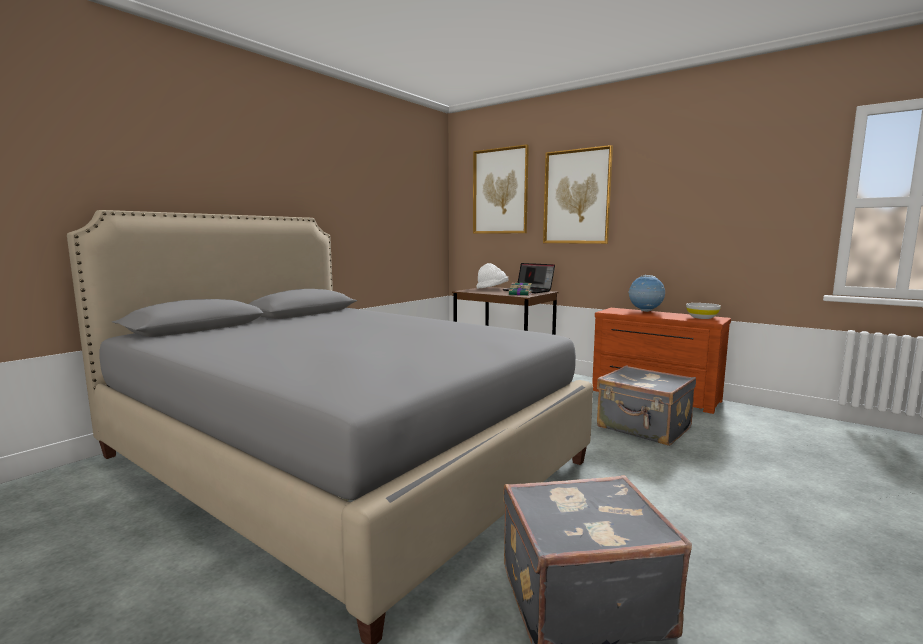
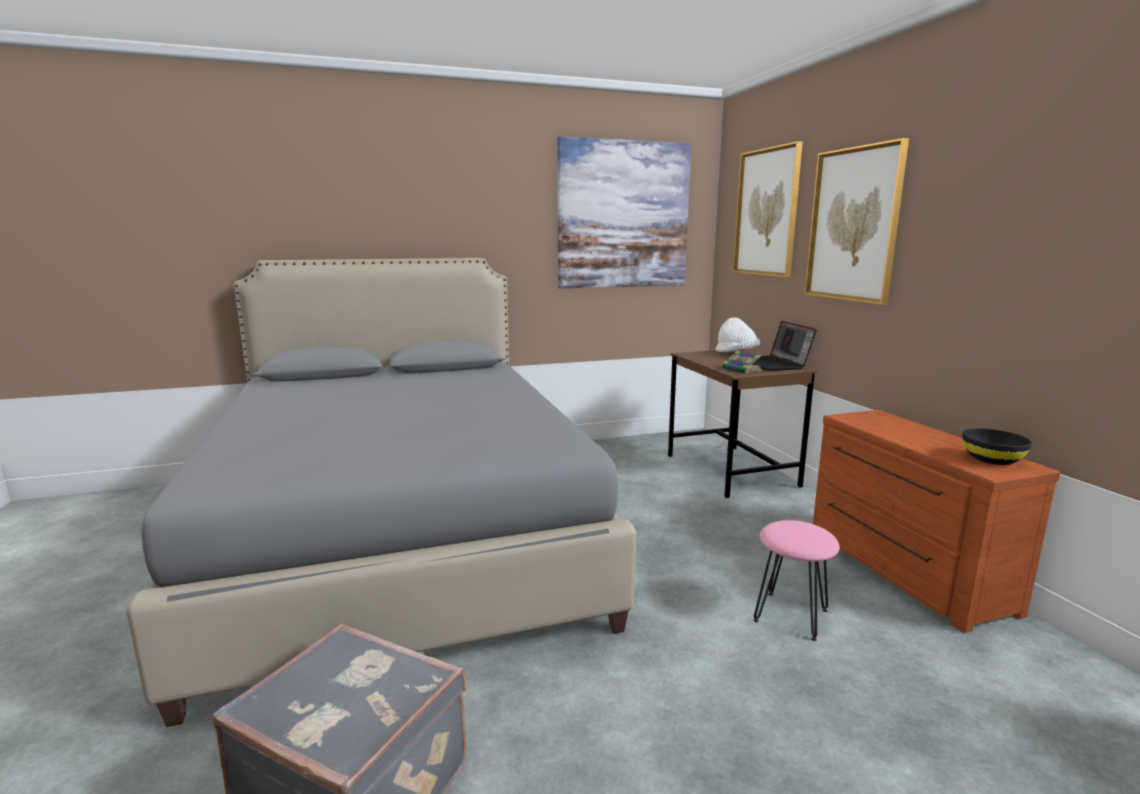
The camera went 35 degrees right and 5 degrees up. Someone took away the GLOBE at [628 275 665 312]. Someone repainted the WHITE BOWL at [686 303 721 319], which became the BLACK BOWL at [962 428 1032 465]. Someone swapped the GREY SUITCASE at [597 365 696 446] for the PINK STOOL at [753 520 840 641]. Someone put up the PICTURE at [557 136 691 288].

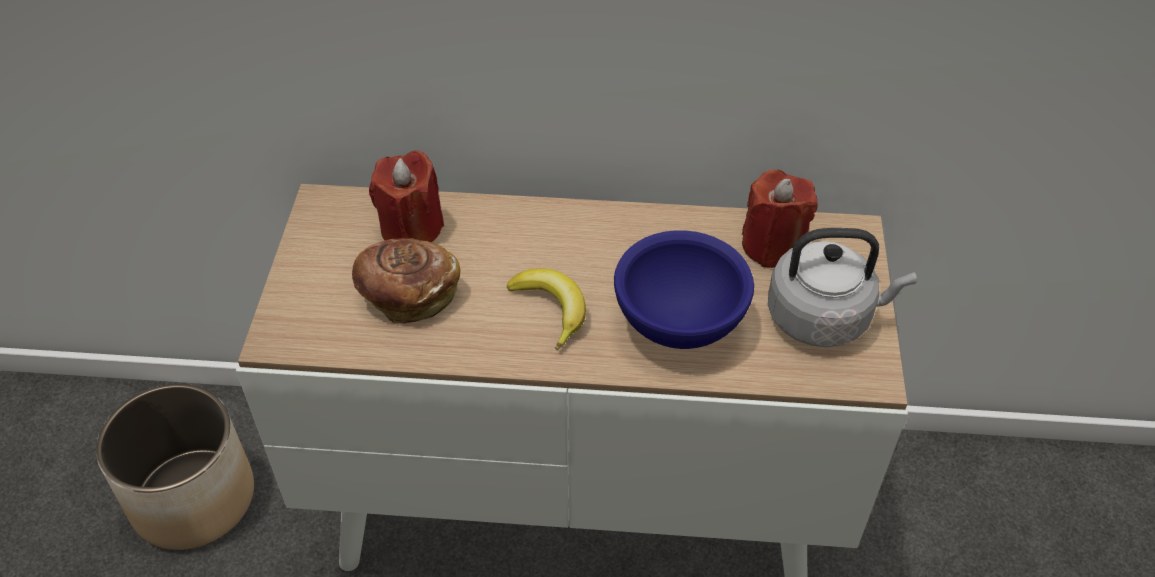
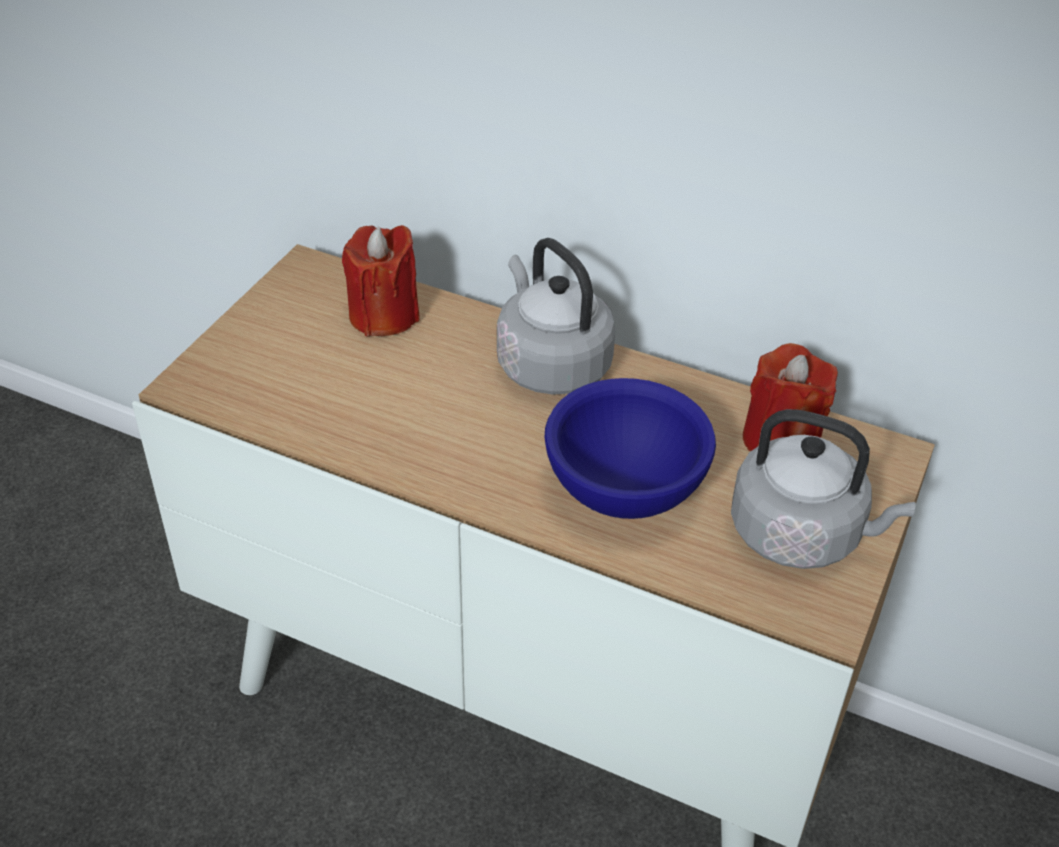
The camera went 20 degrees right and 5 degrees down. Someone took away the BREAD at [352 238 460 324]. Someone took away the BANANA at [507 268 586 350]. Someone took away the PLANTER at [96 384 254 550]. Someone put down the GREY KETTLE at [497 238 616 395].

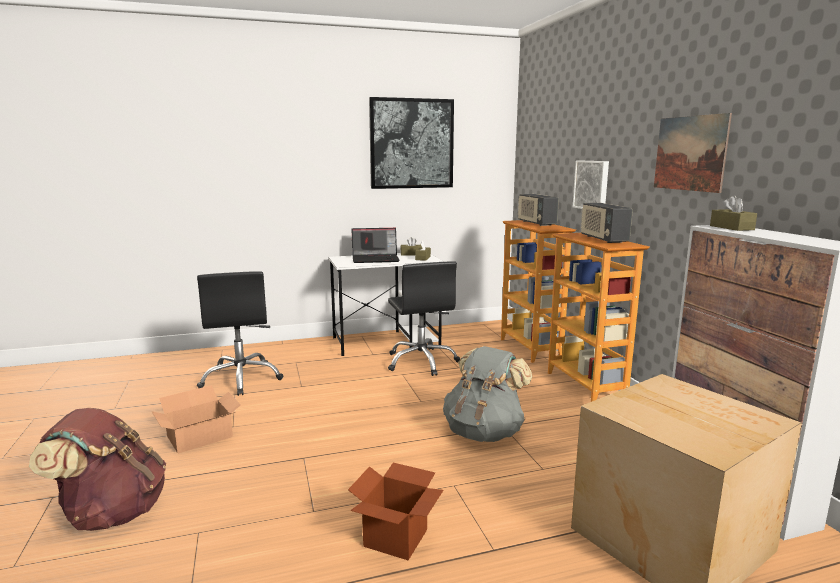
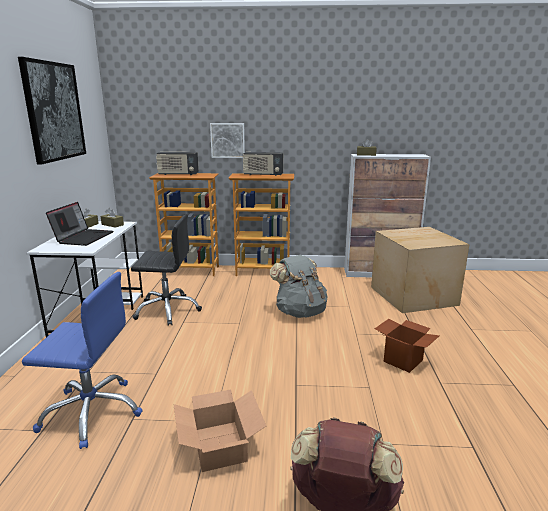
The camera went 70 degrees left and 5 degrees up. Someone took away the PICTURE at [654 113 732 193]. Someone repainted the BLACK OFFICE CHAIR at [197 271 284 396], which became the BLUE OFFICE CHAIR at [22 272 143 449].

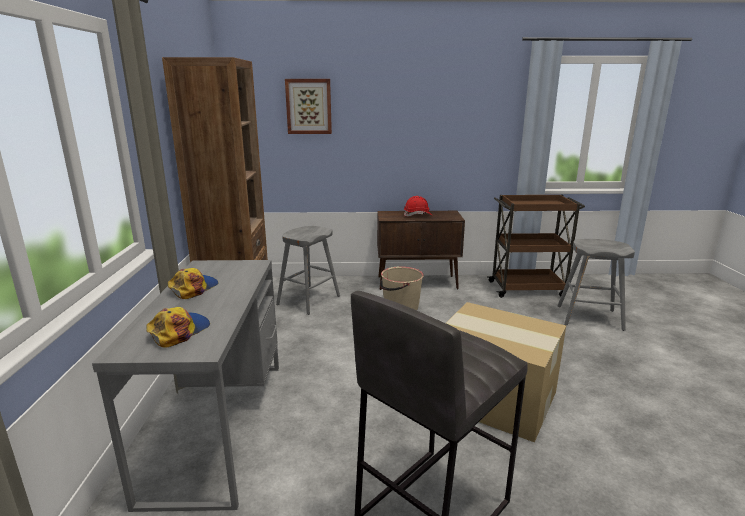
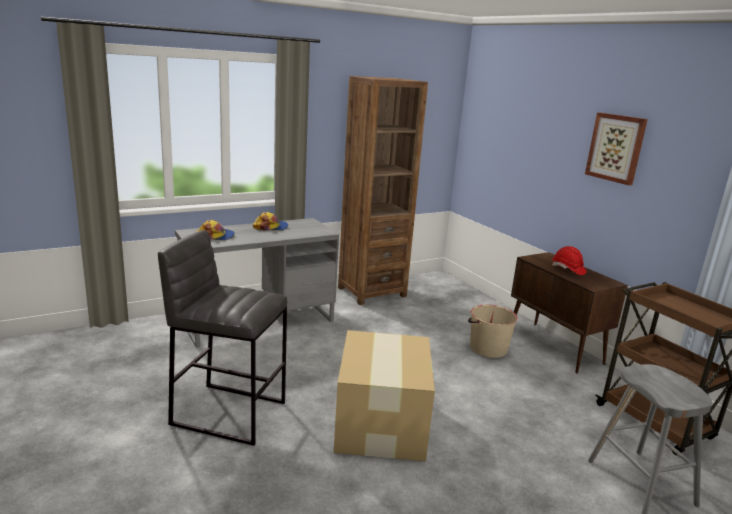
The camera went 60 degrees right and 0 degrees up. Someone carried the PICTURE from [285 79 332 134] to [585 112 648 185]. Someone took away the GREY STOOL at [276 226 340 315].

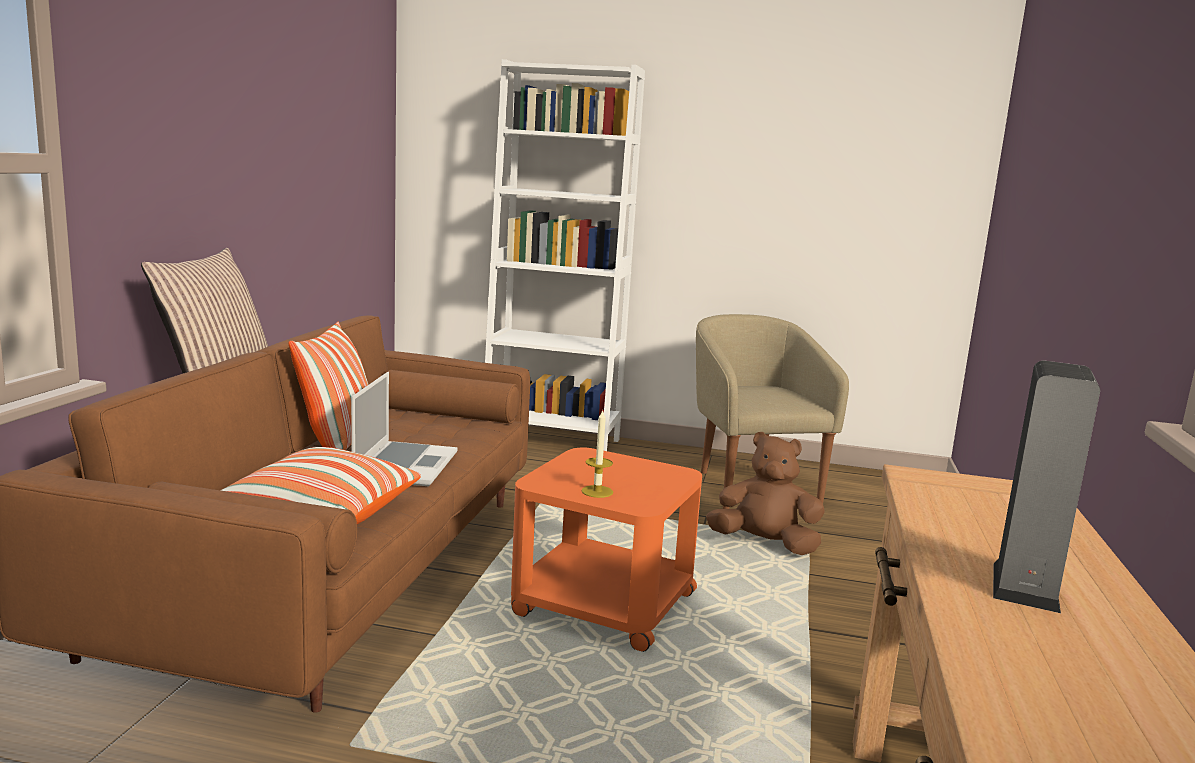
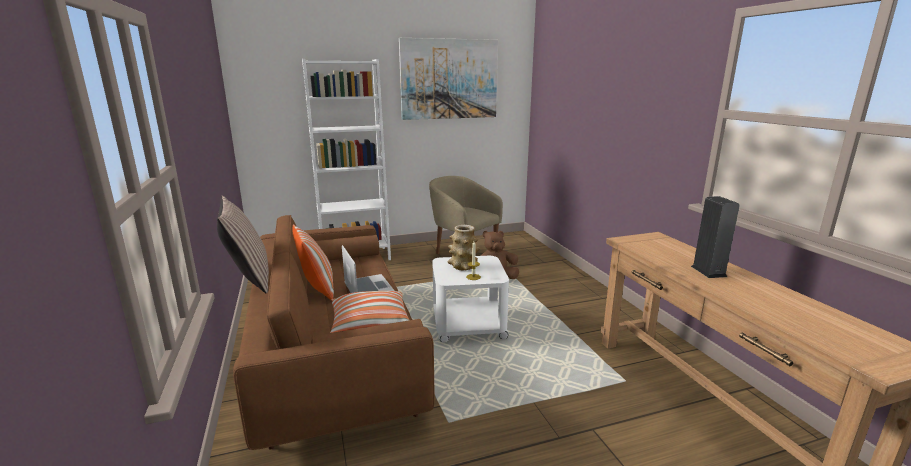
The camera went 30 degrees left and 5 degrees up. Someone repainted the ORANGE SIDE TABLE at [511 447 702 652], which became the WHITE SIDE TABLE at [433 256 509 343]. Someone put up the PICTURE at [399 38 498 120]. Someone put down the VASE at [448 225 480 270].

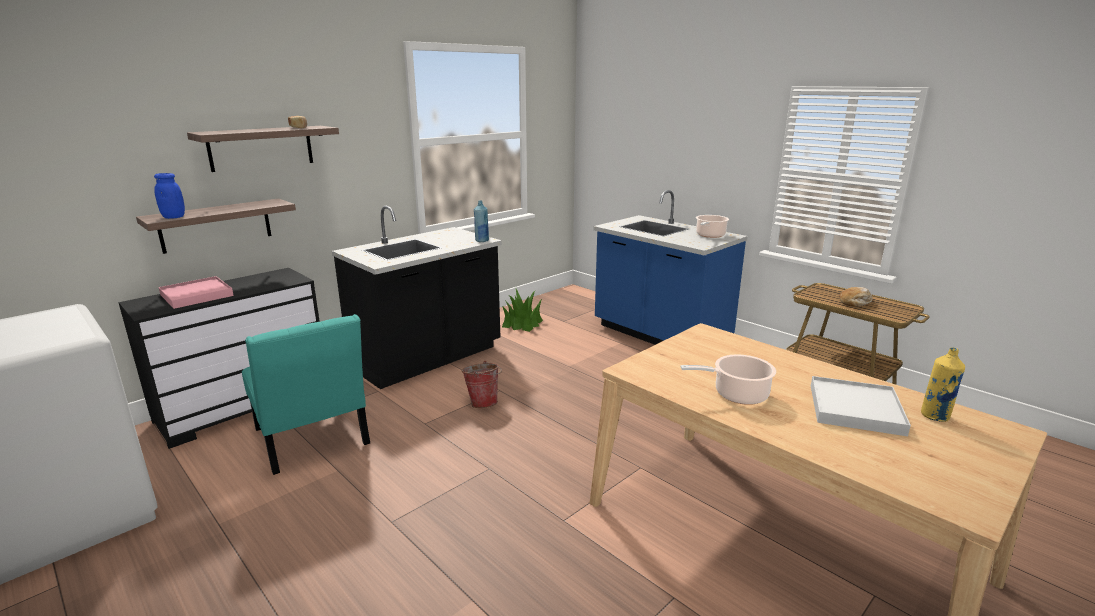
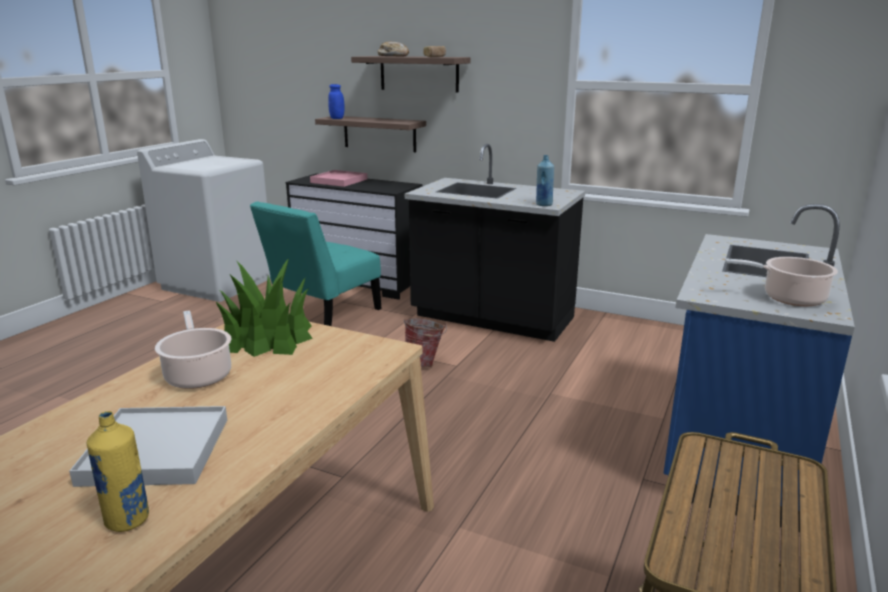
The camera went 70 degrees right and 0 degrees up. Someone carried the BREAD from [839 287 873 307] to [378 42 409 56]. Someone carried the POTTED PLANT from [502 289 543 332] to [215 258 313 357].

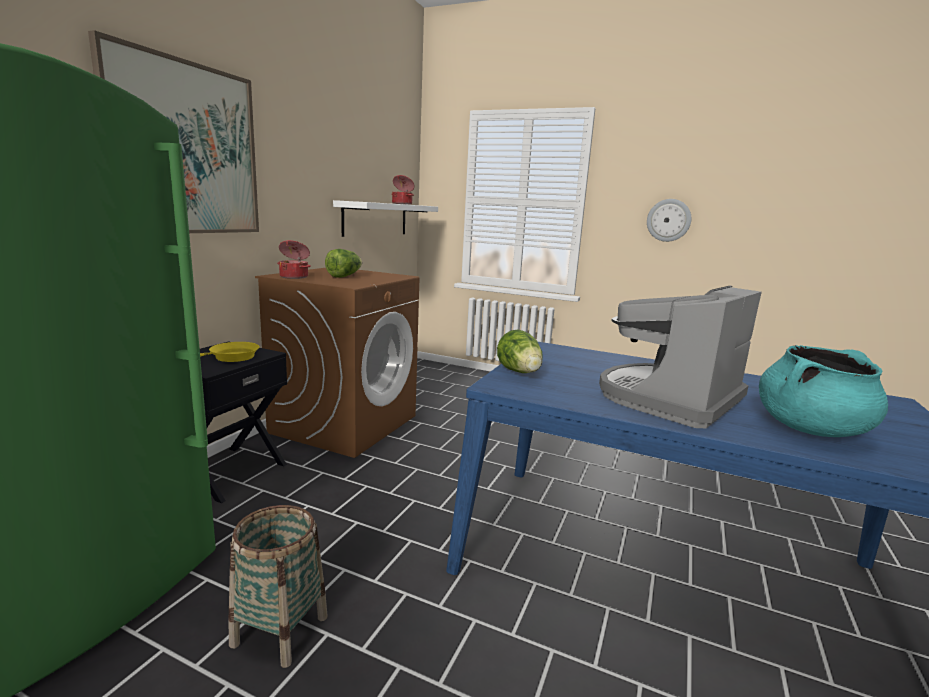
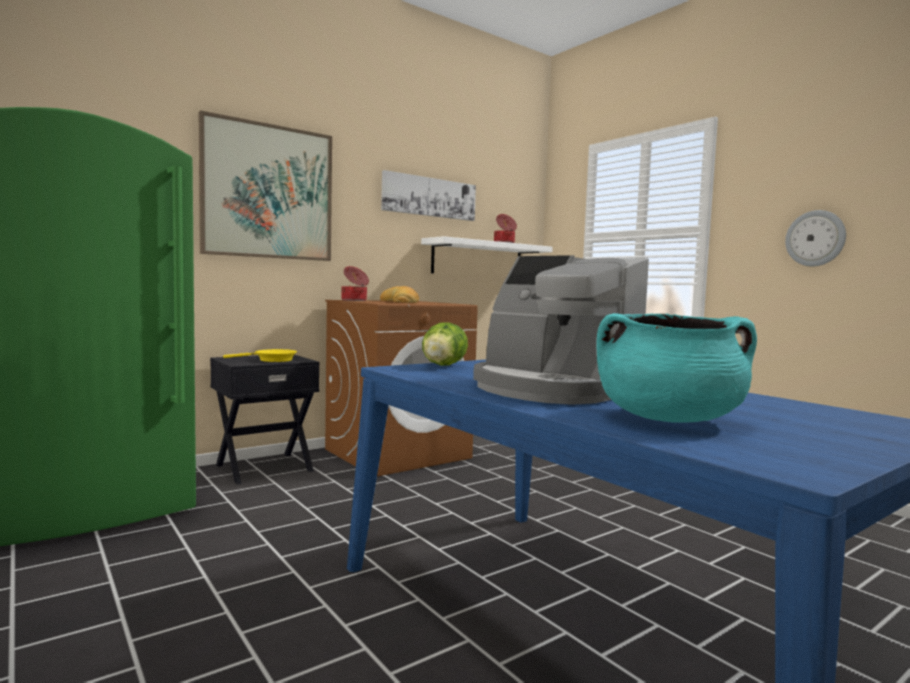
The camera went 30 degrees right and 10 degrees down. Someone swapped the LETTUCE at [325 249 362 278] for the BREAD at [380 286 419 303]. Someone rotated the COFFEE MACHINE at [599 286 762 428] by 120 degrees counterclockwise. Someone took away the BASKET at [229 505 328 668]. Someone put up the PICTURE at [381 170 476 221].

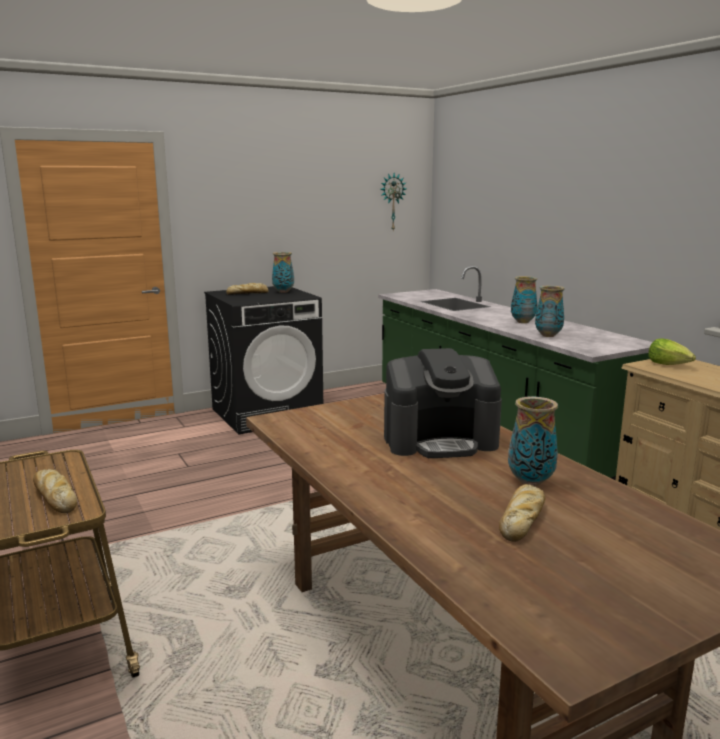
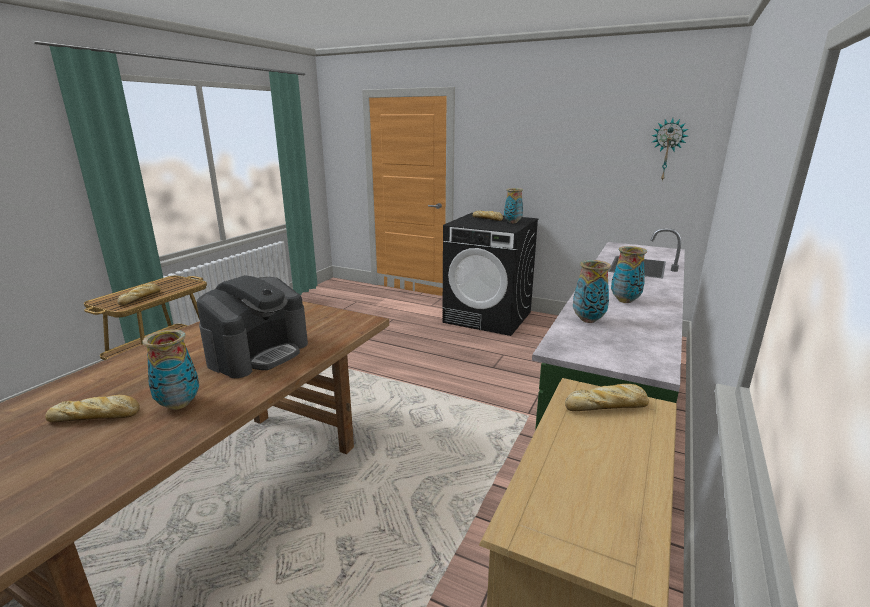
The camera went 55 degrees right and 5 degrees up. Someone swapped the LETTUCE at [648 338 696 365] for the BREAD at [565 384 649 411]. Someone rotated the COFFEE MACHINE at [384 348 502 458] by 105 degrees counterclockwise.

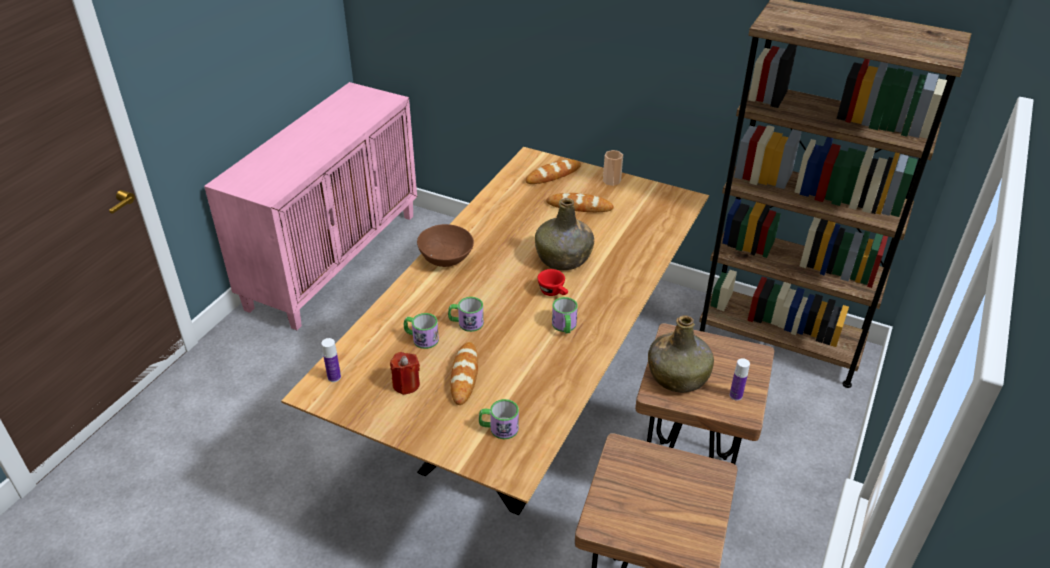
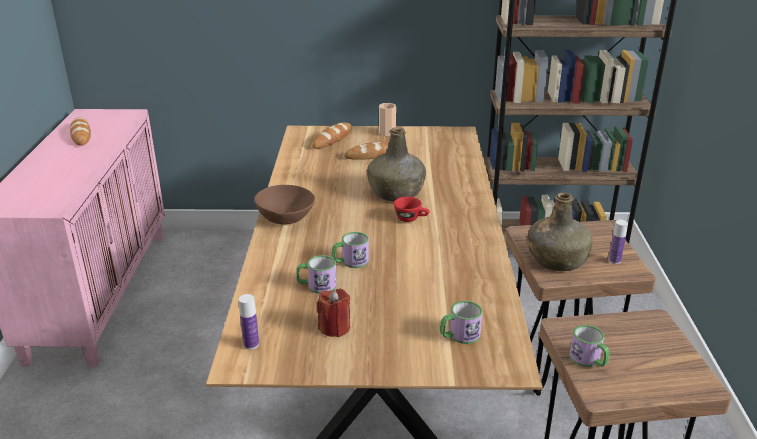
The camera went 25 degrees left and 10 degrees down. Someone carried the MUG from [552 297 578 334] to [570 325 610 367]. Someone carried the BREAD from [451 342 478 405] to [70 117 91 146].

